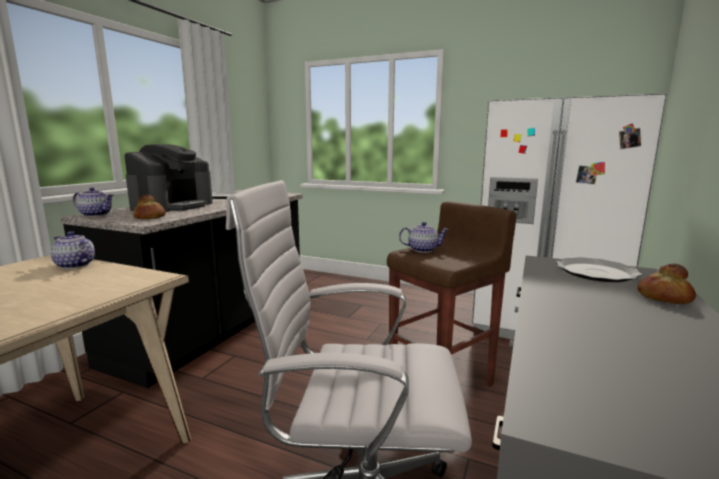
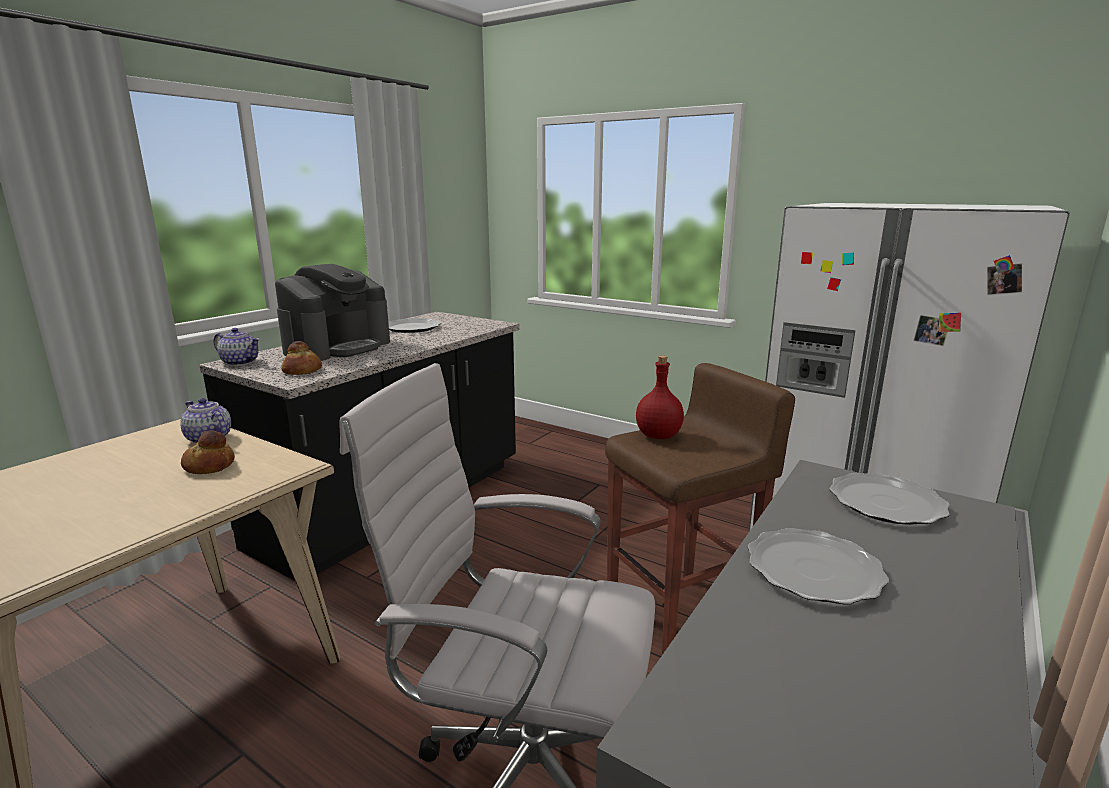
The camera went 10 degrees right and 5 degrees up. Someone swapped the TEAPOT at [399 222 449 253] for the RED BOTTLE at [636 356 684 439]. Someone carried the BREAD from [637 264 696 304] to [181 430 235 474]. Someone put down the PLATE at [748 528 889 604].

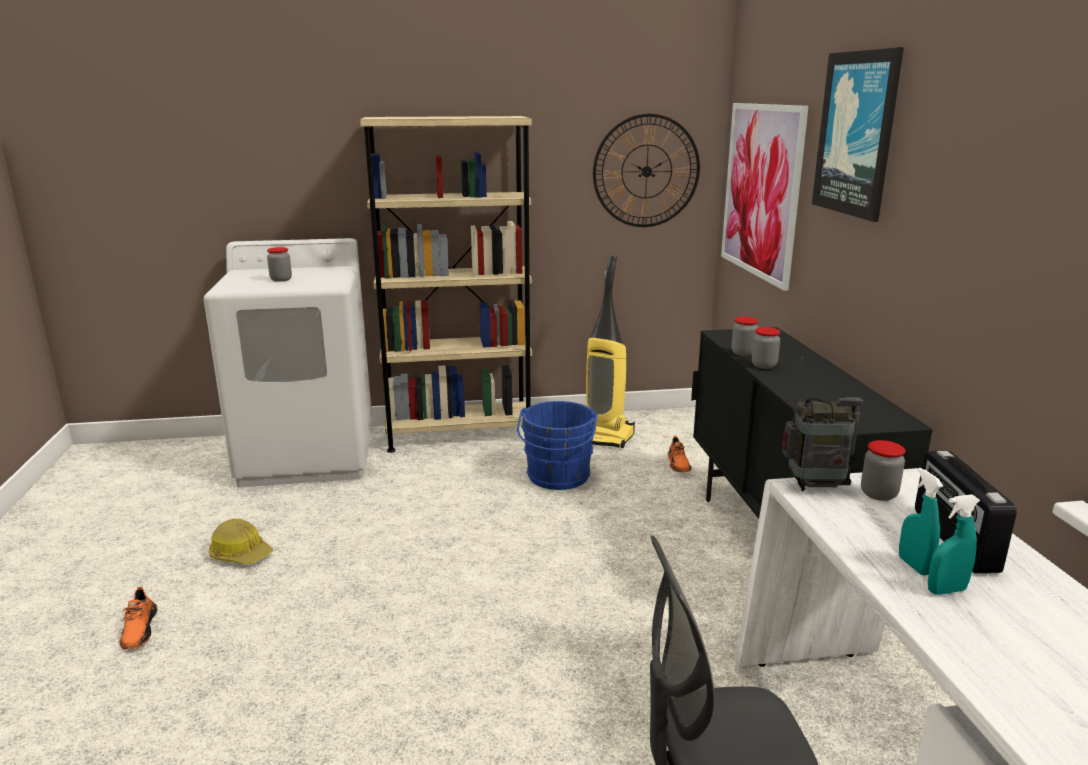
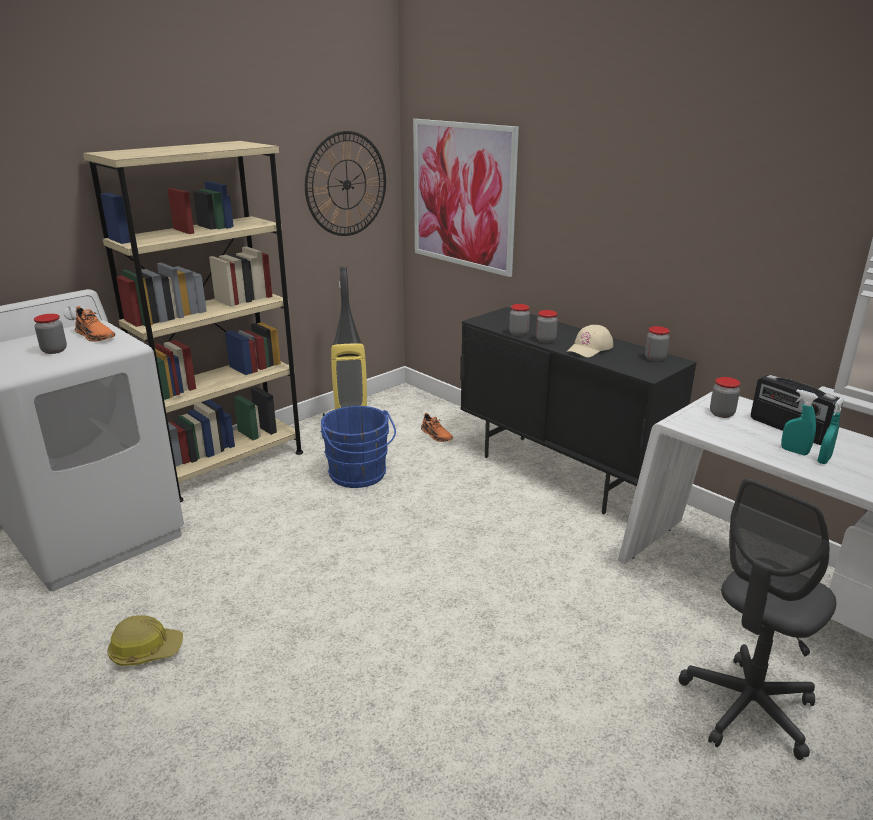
The camera went 35 degrees left and 5 degrees up. Someone took away the PICTURE at [812 47 904 222]. Someone took away the RADIO at [782 356 863 491]. Someone carried the ORANGE SHOE from [119 586 158 650] to [75 306 115 342]. Someone put down the BEIGE CAP at [567 325 613 357]. Someone put down the JAR at [645 326 670 362].

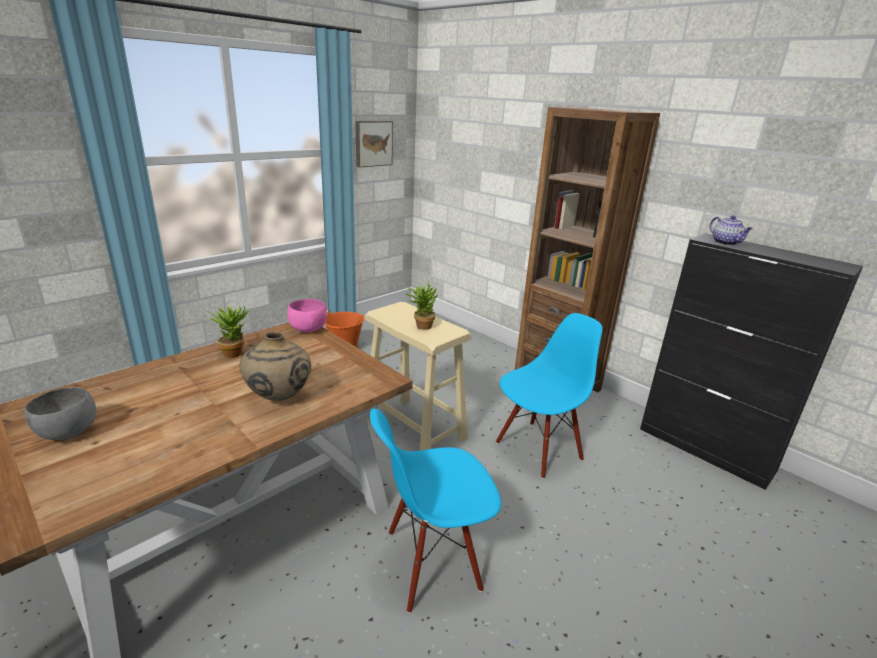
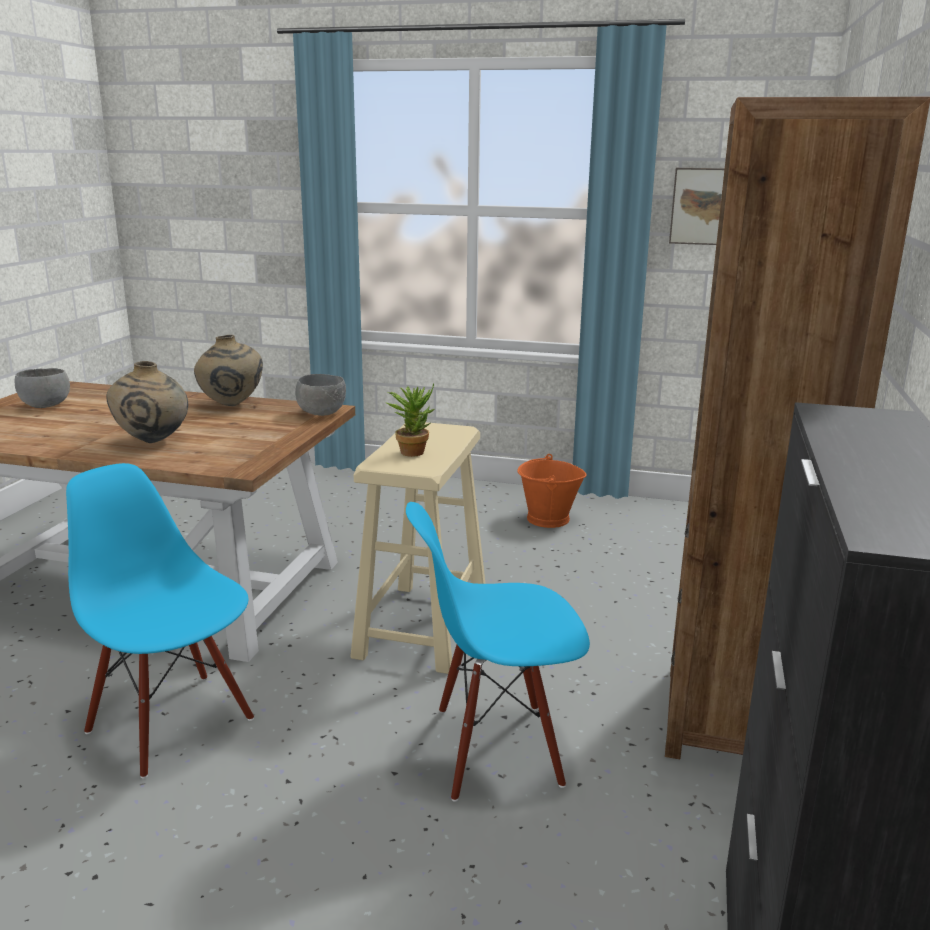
The camera went 60 degrees right and 5 degrees down. Someone took away the TEAPOT at [709 215 753 245]. Someone repainted the PINK BOWL at [287 299 327 332], which became the GREY BOWL at [295 374 346 416]. Someone swapped the POTTED PLANT at [206 305 249 358] for the BEIGE VASE at [194 335 263 406]. Someone rotated the BLUE CHAIR at [496 313 603 479] by 150 degrees clockwise.

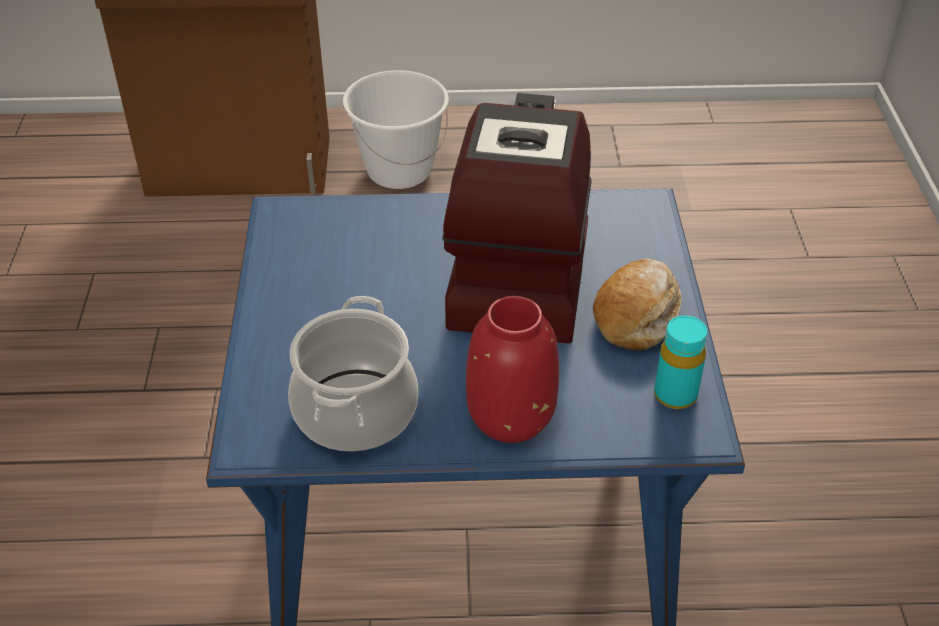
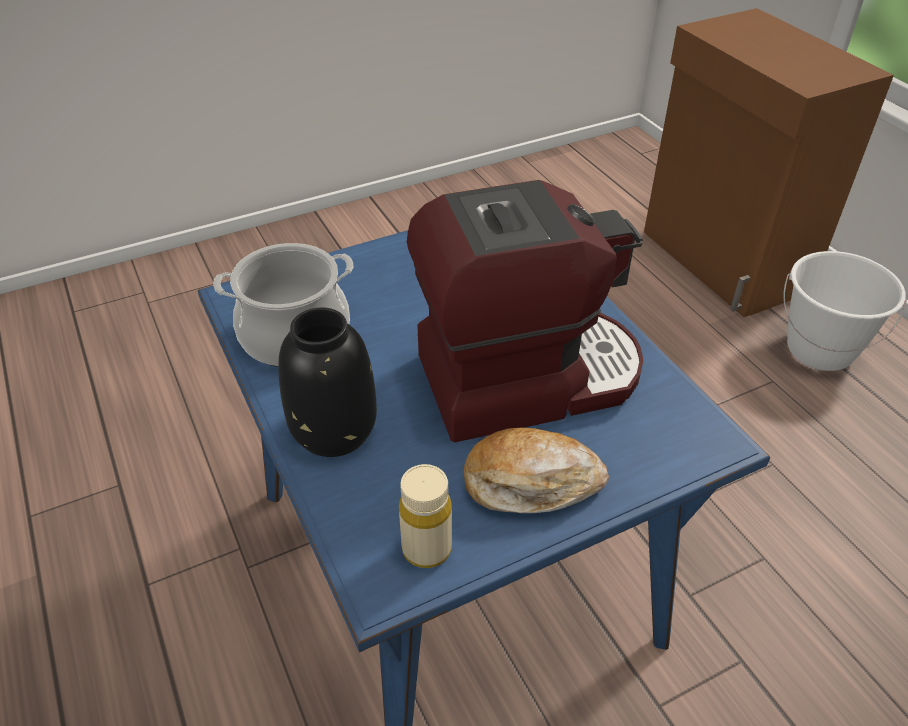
The camera went 65 degrees right and 0 degrees up. Someone repainted the RED VASE at [466 296 559 443], which became the BLACK VASE at [279 307 377 457]. Someone repainted the TURQUOISE BOTTLE at [654 315 707 409], which became the BEIGE BOTTLE at [399 464 452 568].

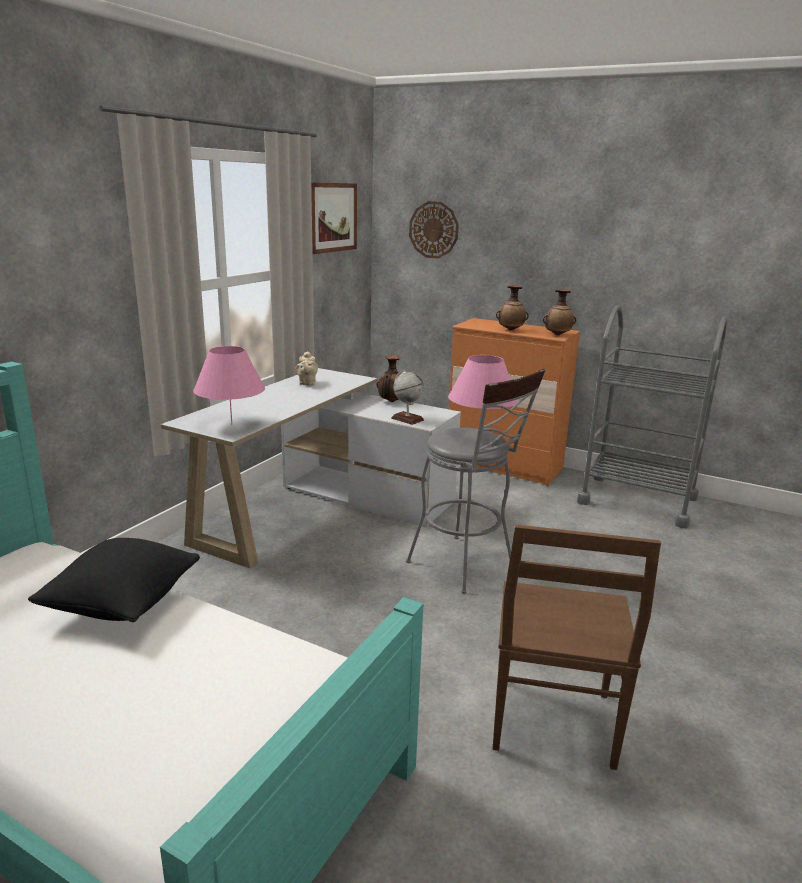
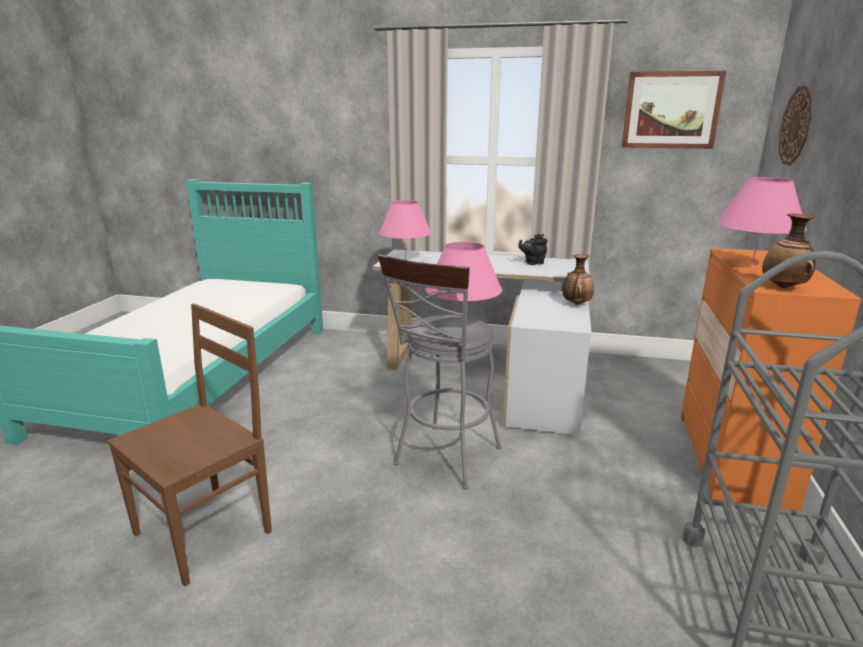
The camera went 75 degrees right and 0 degrees up. Someone swapped the VASE at [496 286 529 331] for the PINK TABLE LAMP at [717 177 807 268]. Someone repainted the BEIGE TEAPOT at [296 351 318 386], which became the BLACK TEAPOT at [518 234 547 265]. Someone took away the GLOBE at [391 370 424 425]. Someone rotated the BROWN CHAIR at [493 525 661 770] by 135 degrees clockwise. Someone took away the BLACK PILLOW at [28 538 200 622].

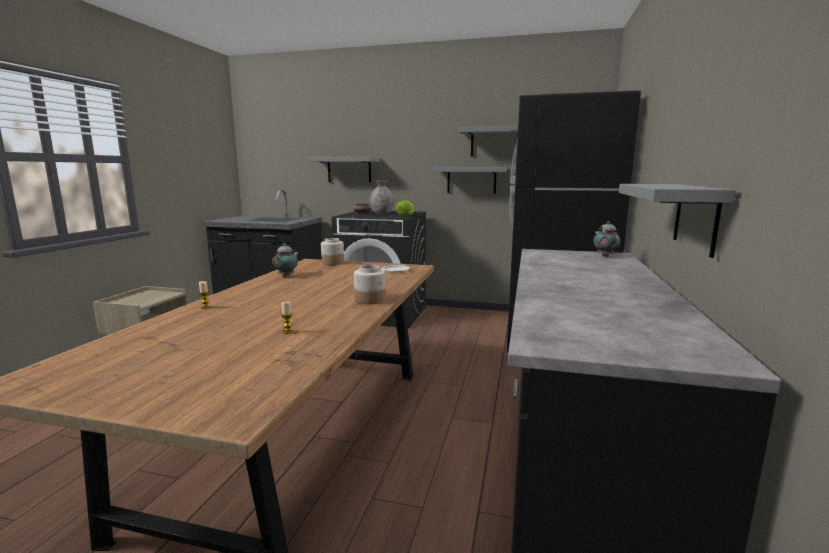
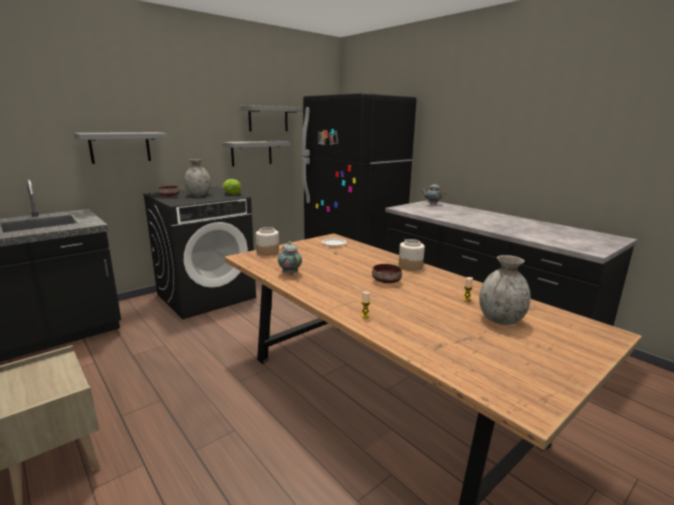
The camera went 55 degrees left and 5 degrees up. Someone took away the GREY SHELF at [619 184 735 258]. Someone put down the GREY VASE at [479 255 531 325]. Someone put down the BROWN BOWL at [372 264 402 283].

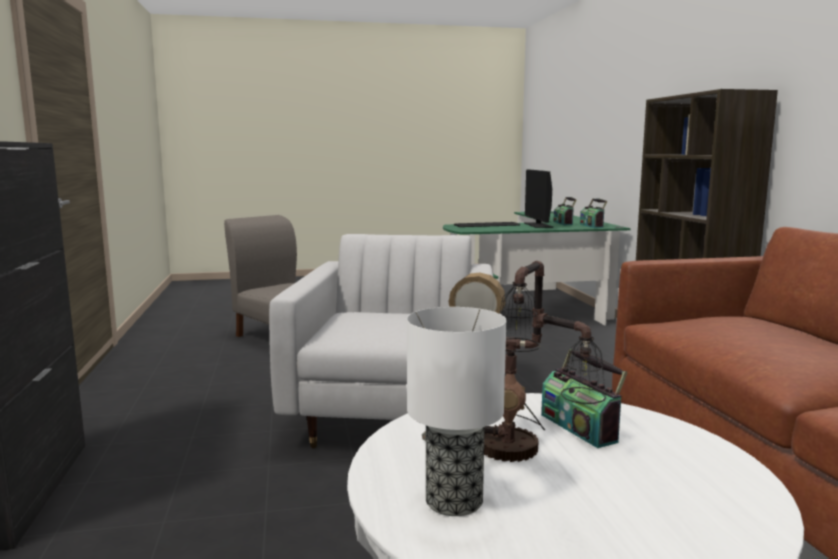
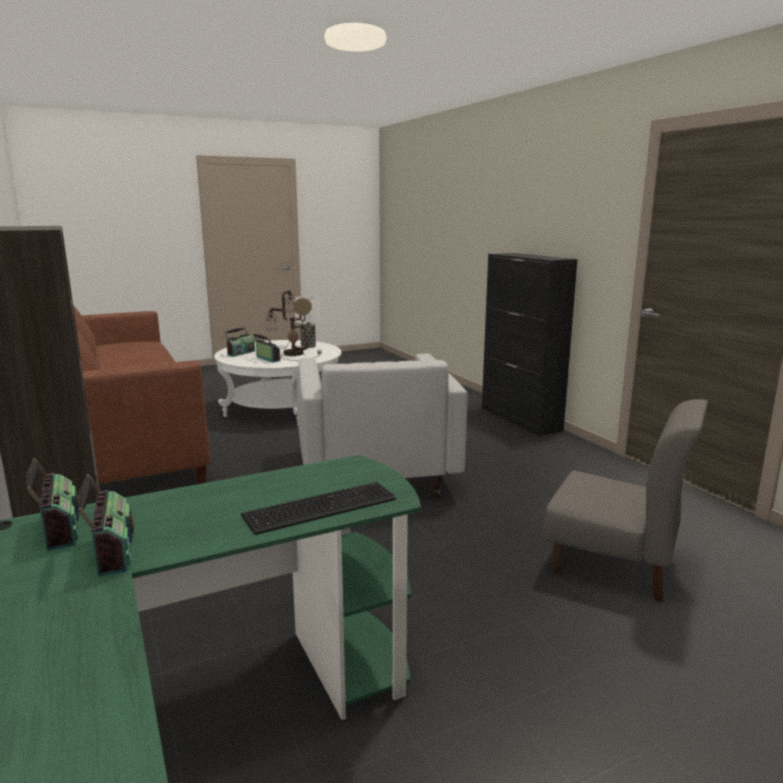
The camera went 165 degrees right and 5 degrees up. Someone took away the MONITOR at [524 170 554 228]. Someone put down the RADIO at [225 327 255 357].

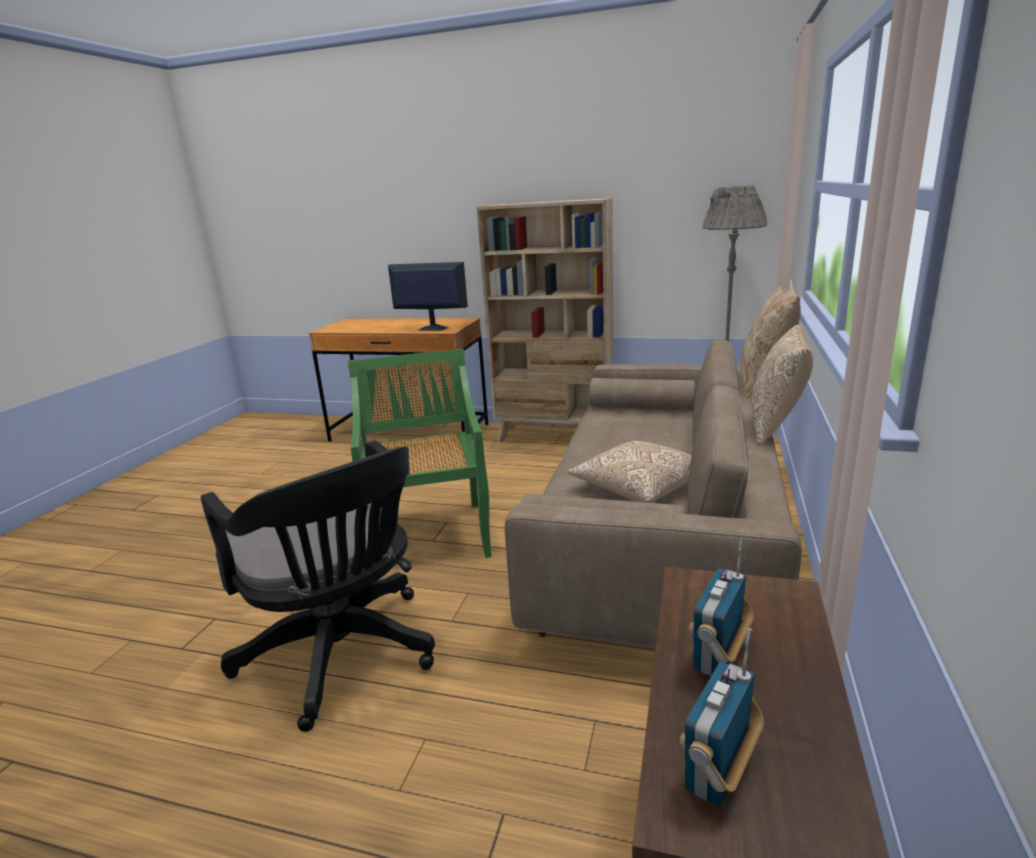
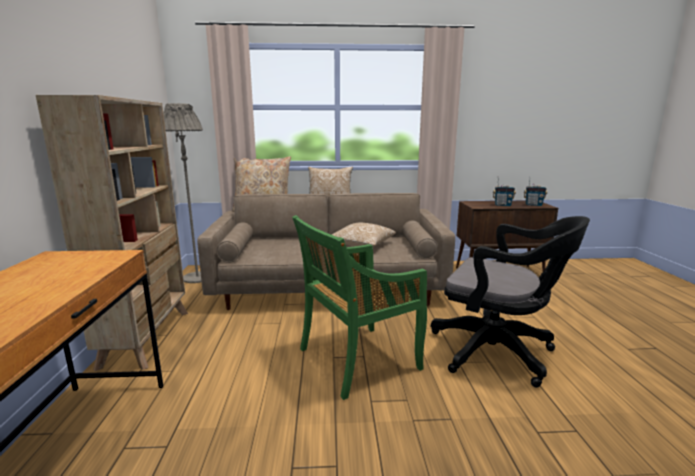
The camera went 110 degrees left and 5 degrees down. Someone took away the MONITOR at [388 262 468 331]. Someone rotated the BLACK OFFICE CHAIR at [201 441 435 732] by 90 degrees clockwise.

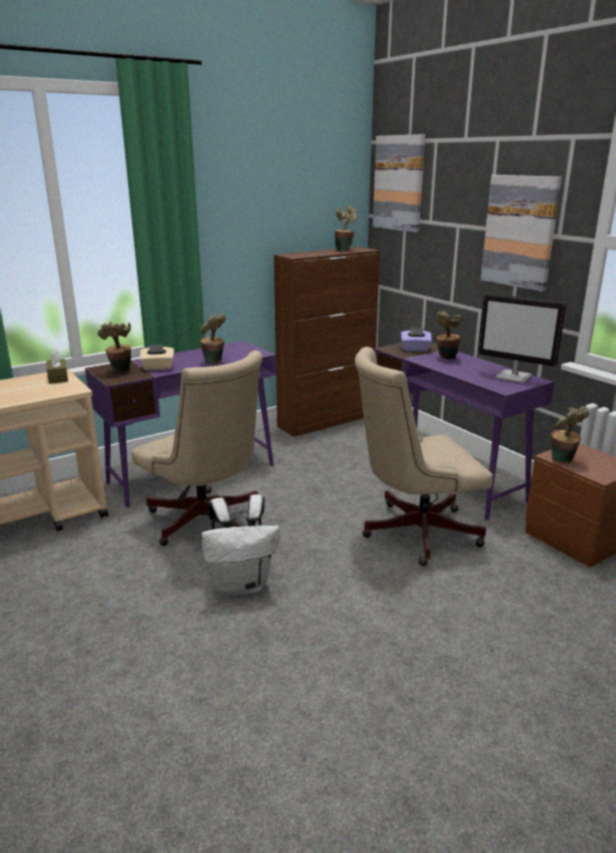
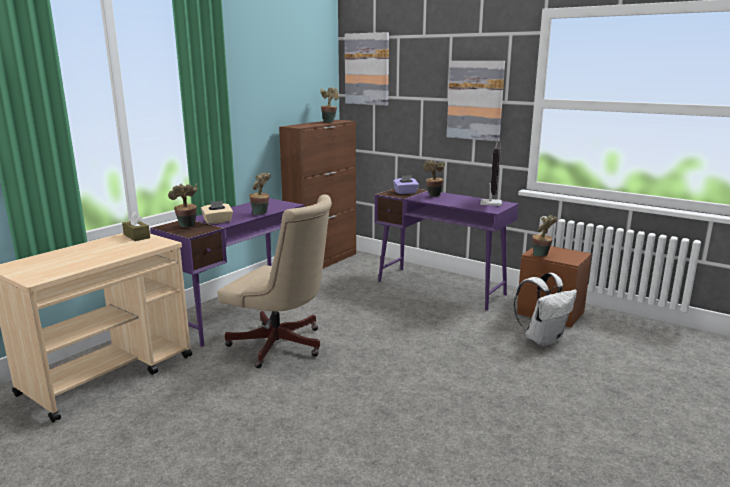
The camera went 20 degrees left and 5 degrees down. Someone rotated the MONITOR at [478 293 567 383] by 90 degrees counterclockwise. Someone took away the BEIGE OFFICE CHAIR at [355 347 493 566]. Someone carried the WHITE BACKPACK from [202 494 280 596] to [514 273 577 347].

